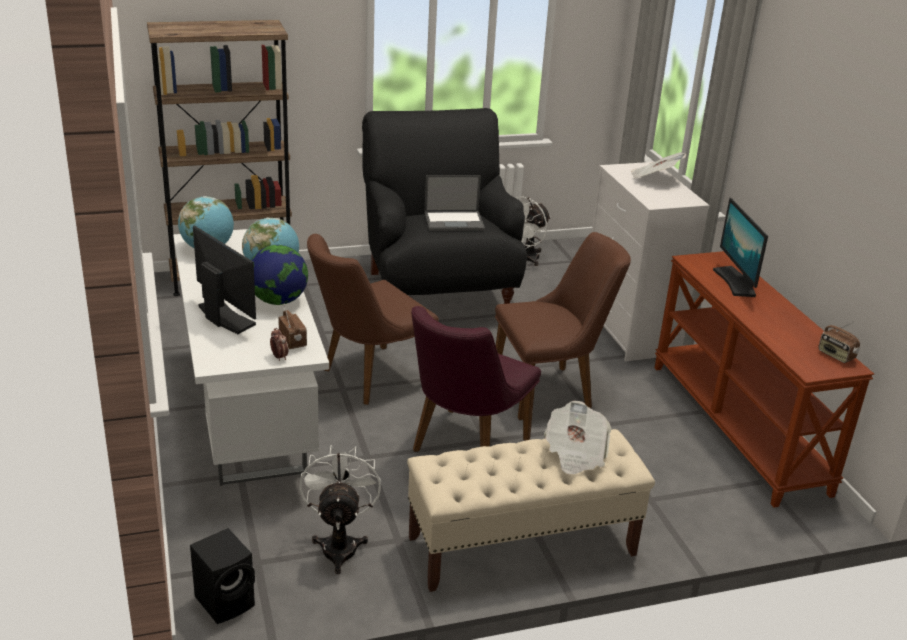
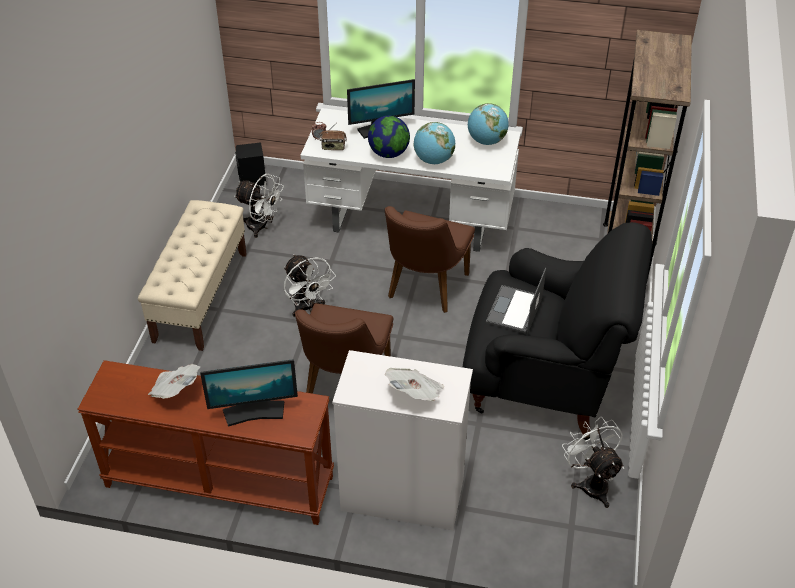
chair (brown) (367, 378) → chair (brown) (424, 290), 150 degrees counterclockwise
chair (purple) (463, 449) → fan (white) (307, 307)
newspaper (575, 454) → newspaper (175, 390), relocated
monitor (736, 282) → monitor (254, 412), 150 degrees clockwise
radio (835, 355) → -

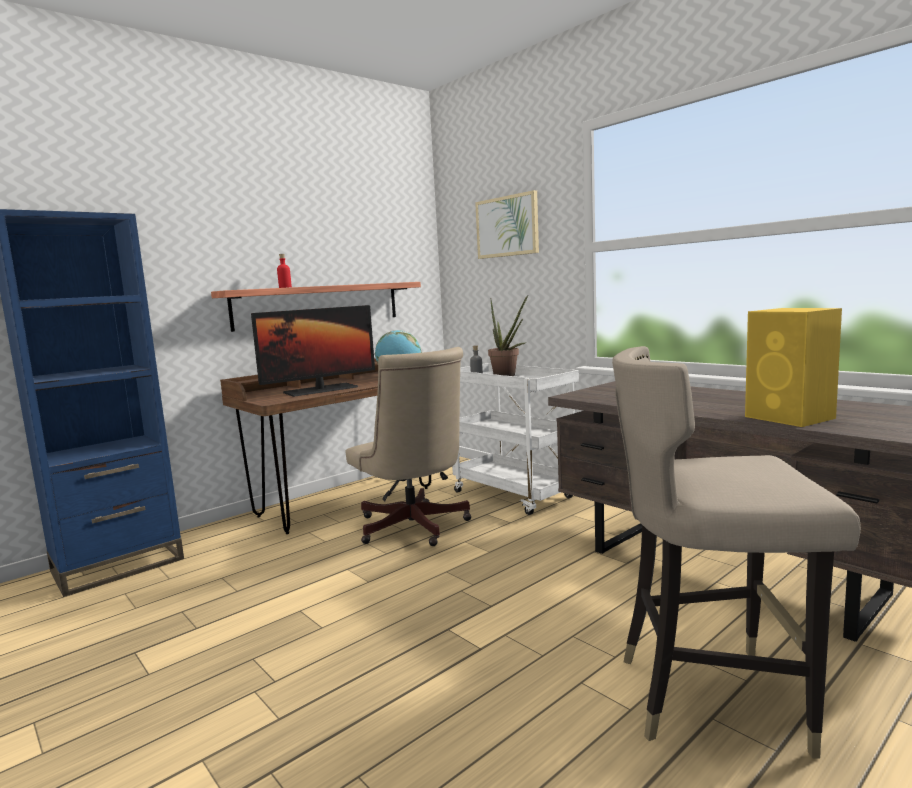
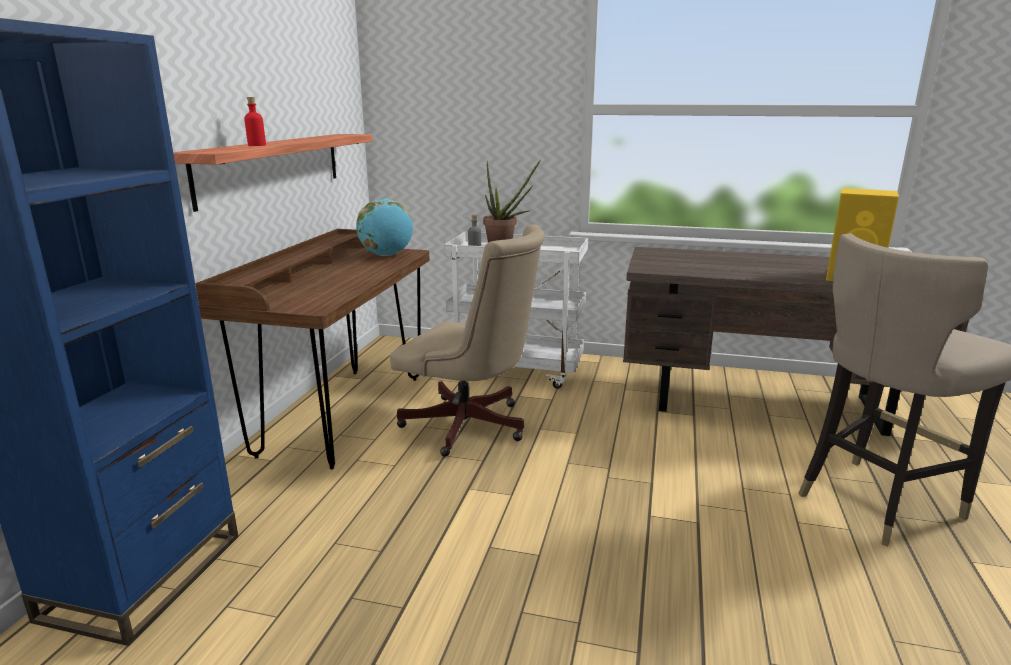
monitor (321, 390) → -
picture (507, 226) → -

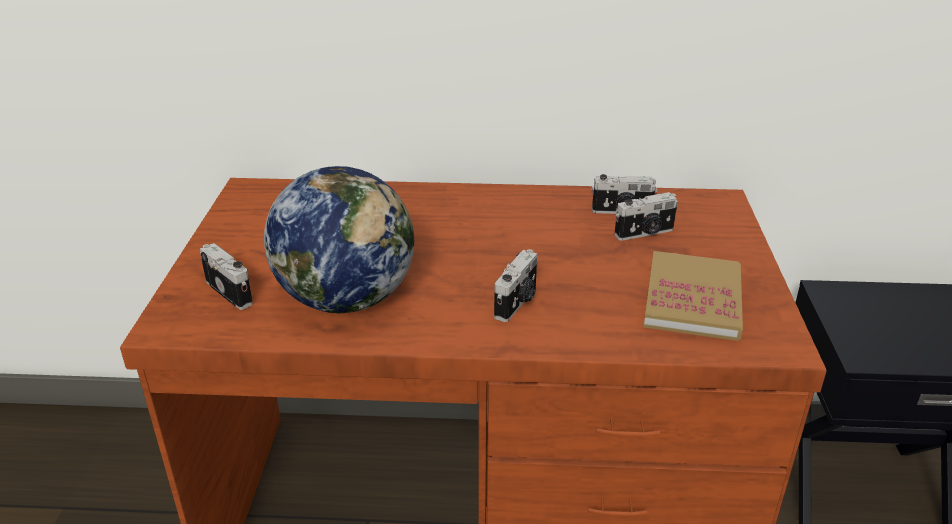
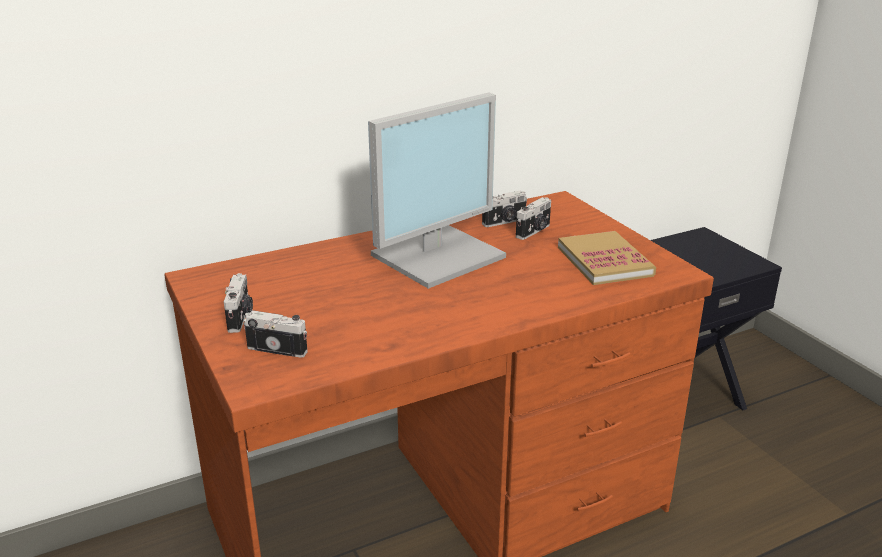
globe (347, 299) → -
photo camera (517, 302) → photo camera (240, 317), relocated
- → monitor (438, 255)

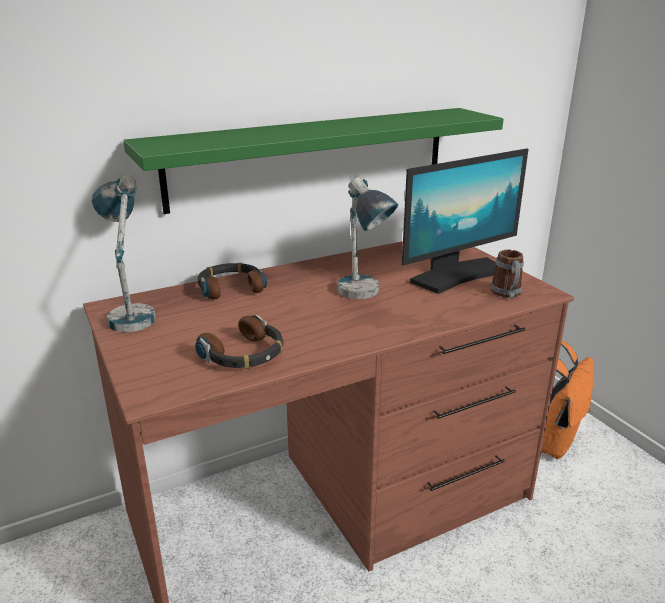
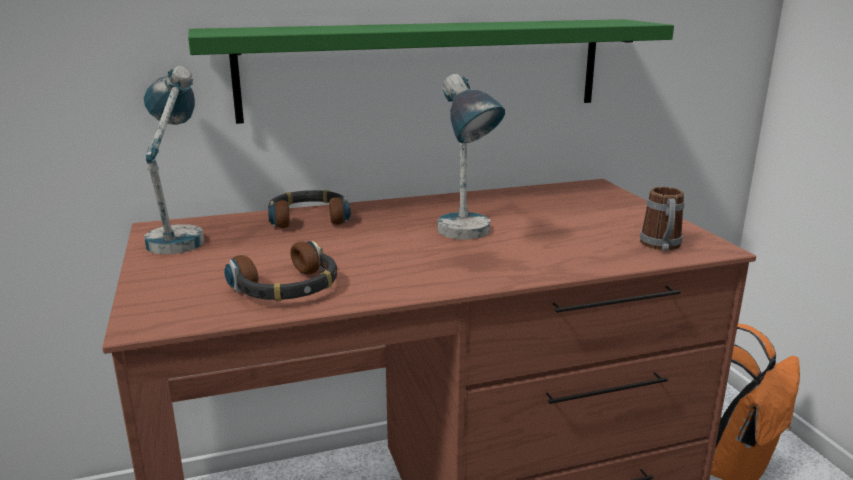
monitor (457, 275) → -

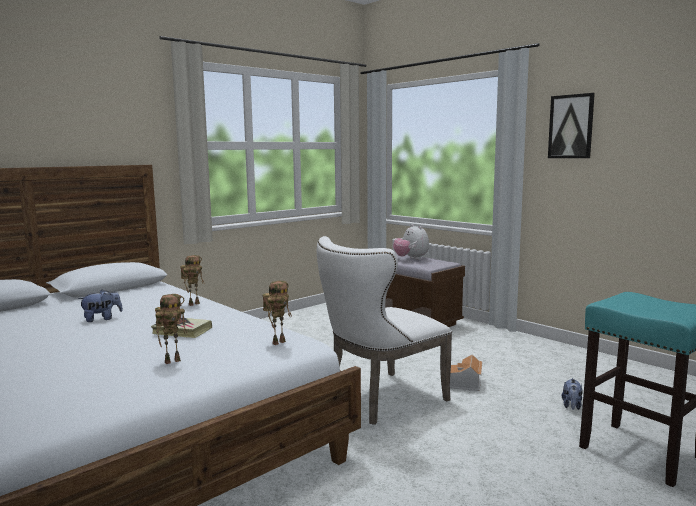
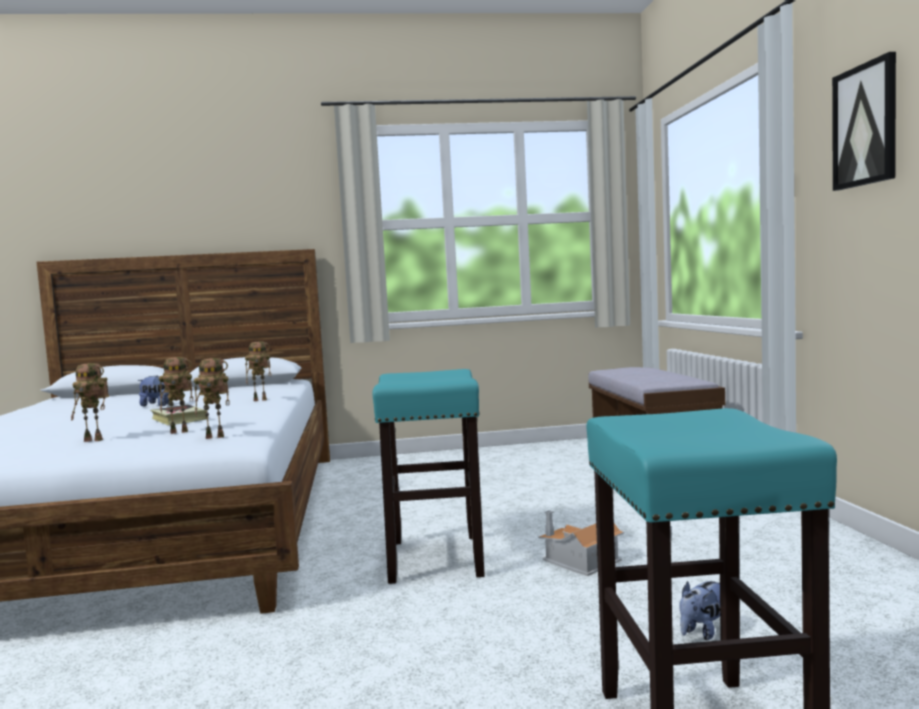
chair (white) (380, 400) → stool (turquoise) (435, 557)
plush toy (411, 259) → -
- → toy robot (180, 431)

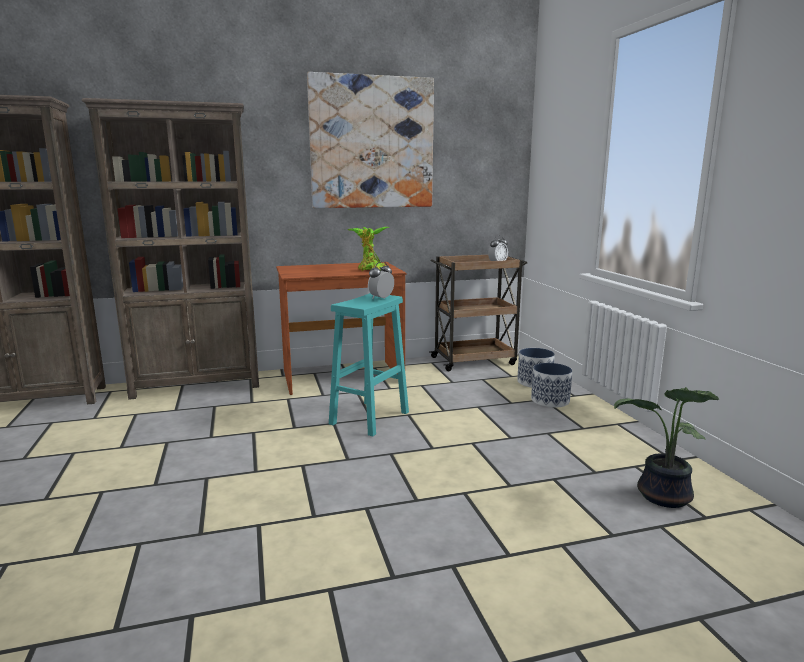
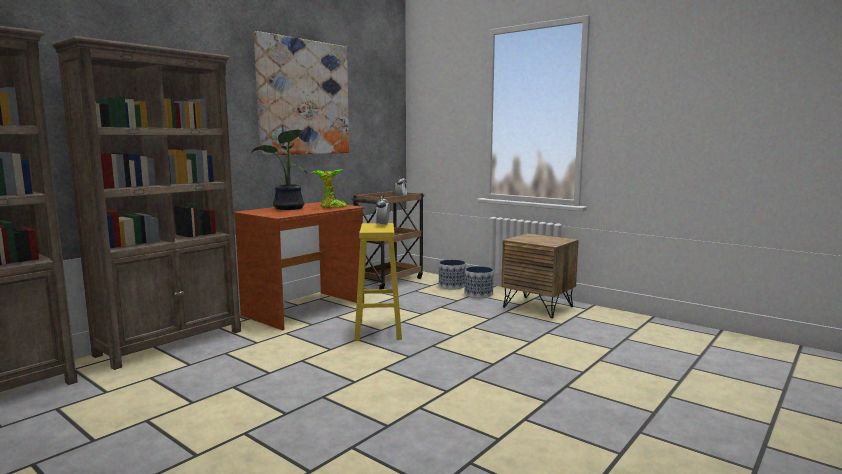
stool (turquoise) (369, 418) → stool (yellow) (378, 330)
potted plant (662, 497) → potted plant (288, 208), relocated
- → nightstand (brown) (538, 307)

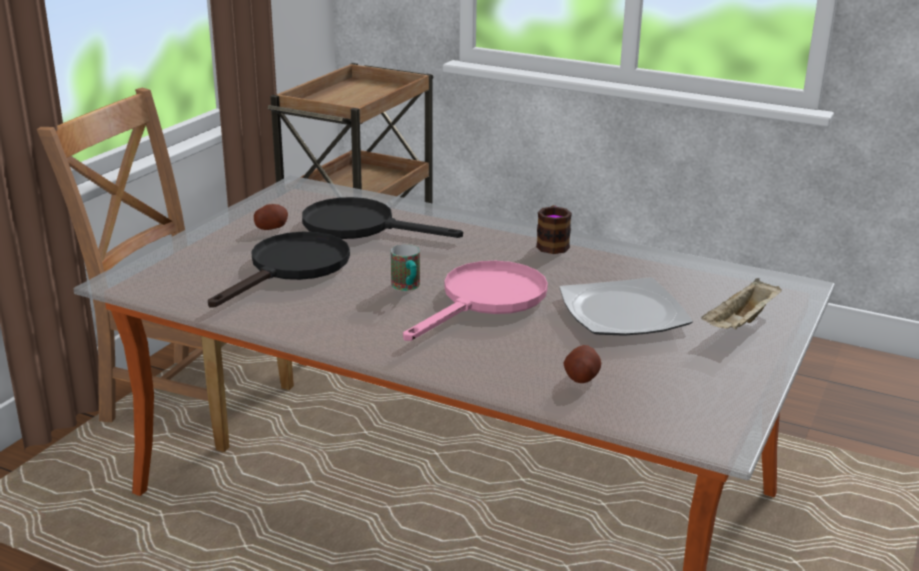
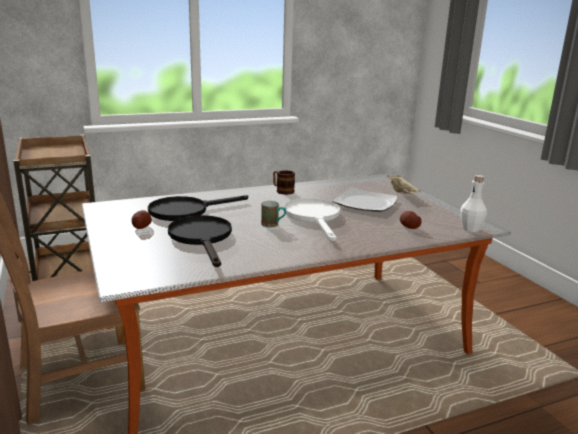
frying pan (pink) (486, 300) → frying pan (white) (314, 217)
- → bottle (white) (470, 229)

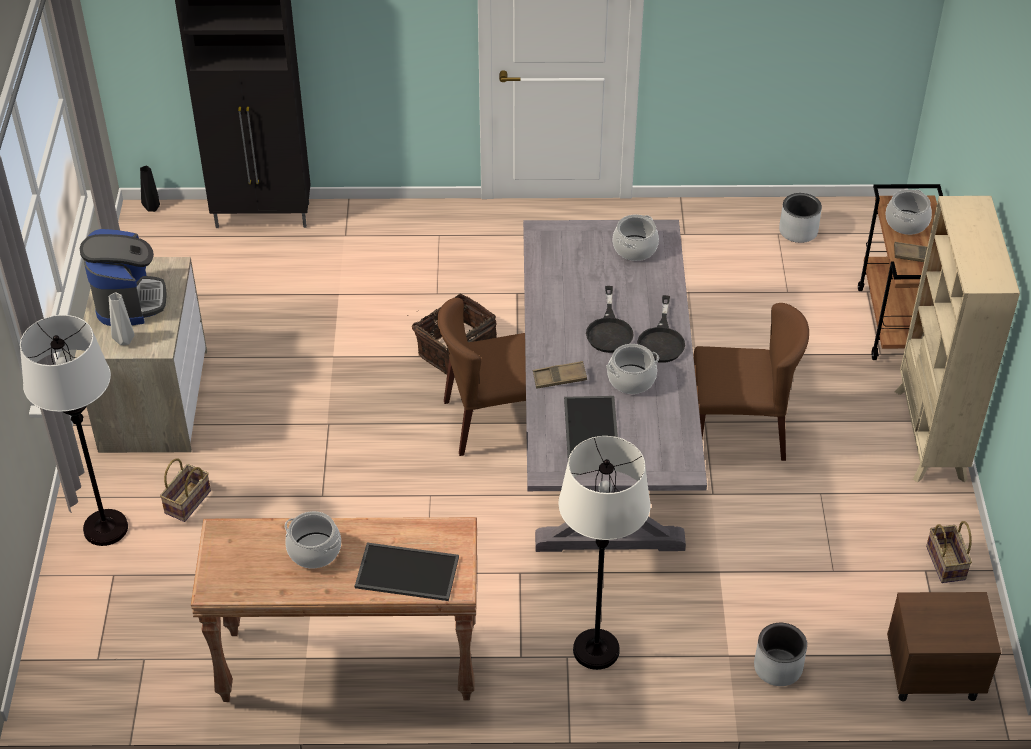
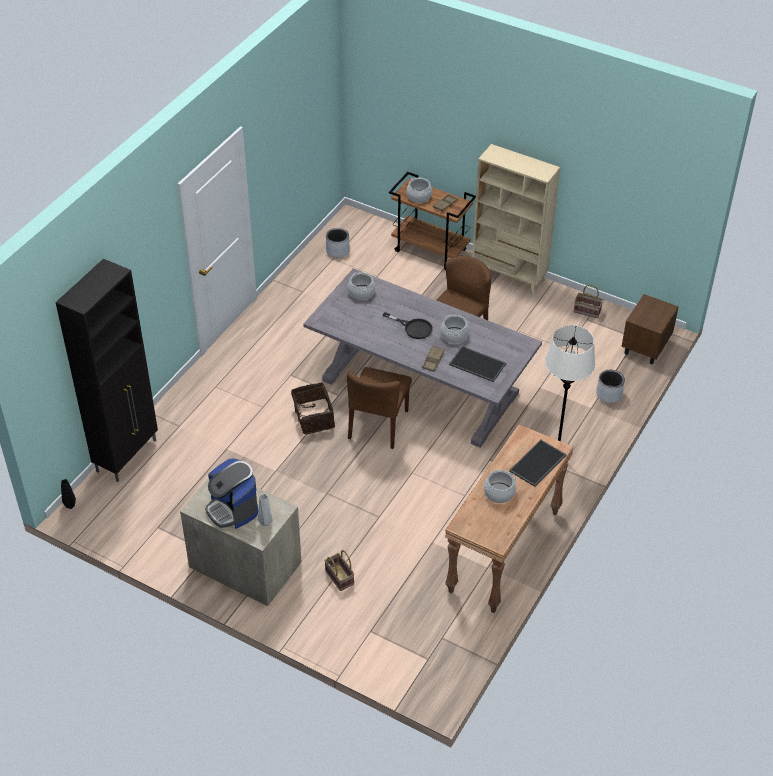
floor lamp (white) (105, 528) → -
coffee machine (129, 301) → coffee machine (232, 509), 150 degrees counterclockwise
frying pan (black) (661, 340) → -

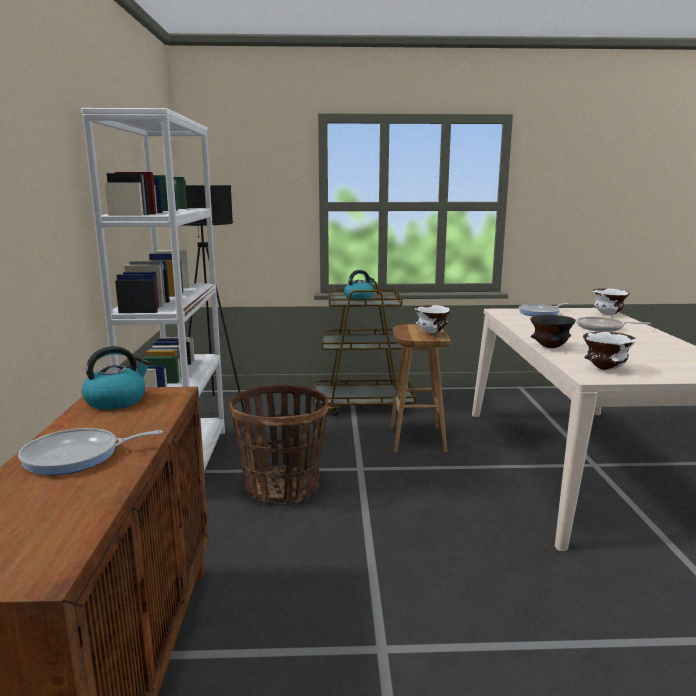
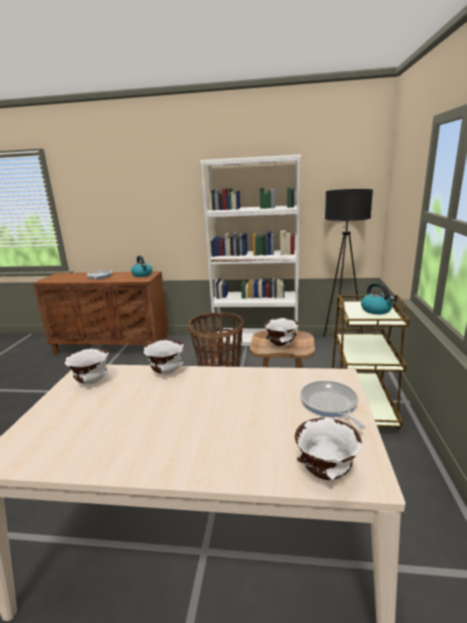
bowl (black) (549, 348) → bowl (white) (167, 372)
frying pan (603, 328) → -

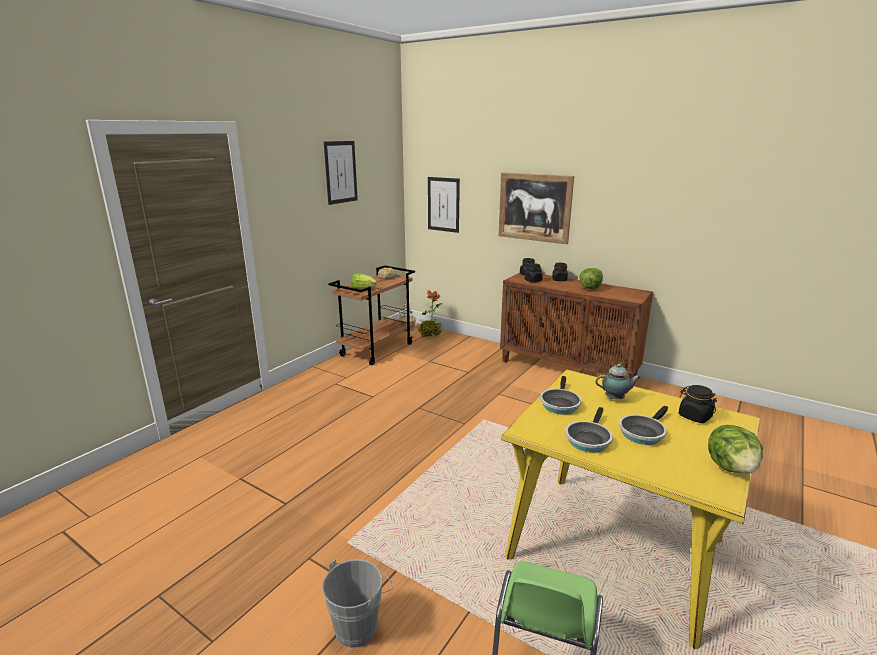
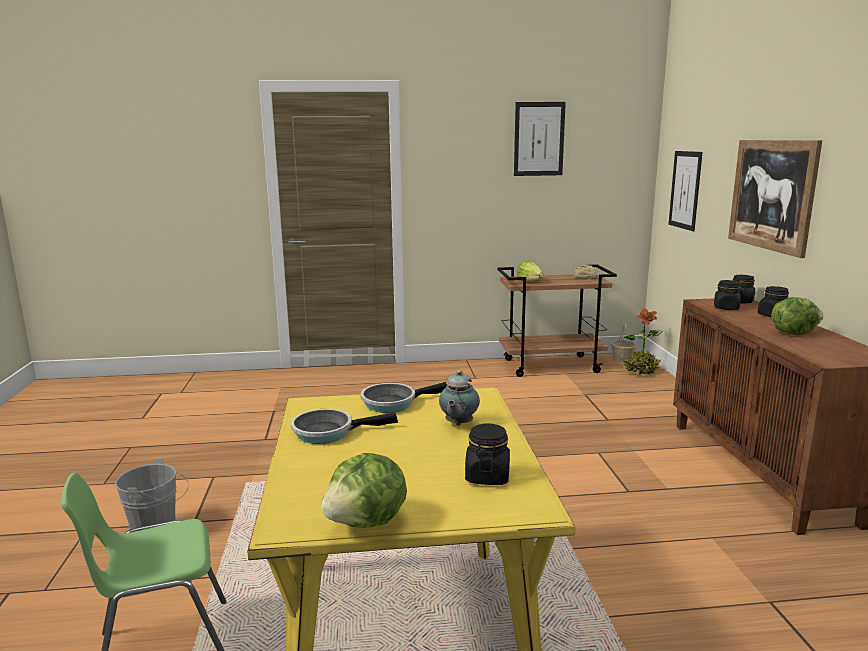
teapot (615, 398) → teapot (458, 424), 60 degrees clockwise
frying pan (642, 432) → -

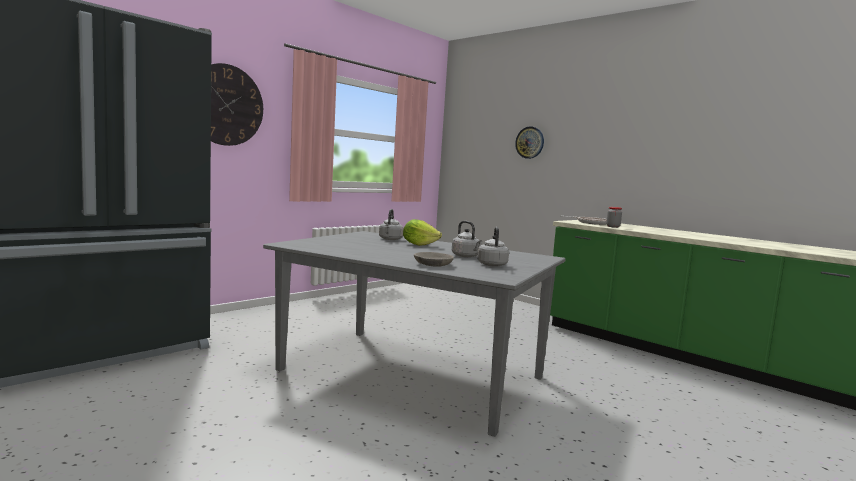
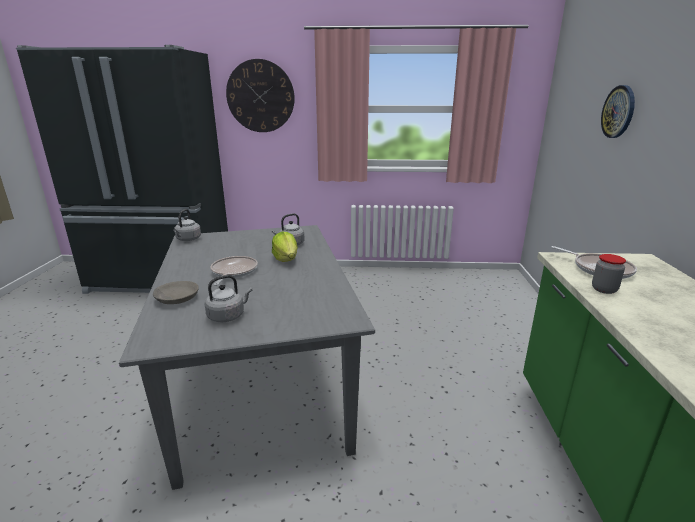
kettle (grey) (466, 256) → kettle (grey) (188, 239), relocated
- → frying pan (233, 272)

